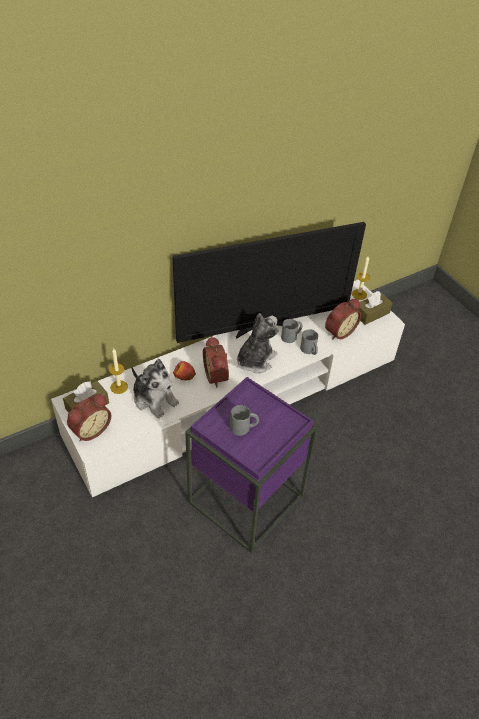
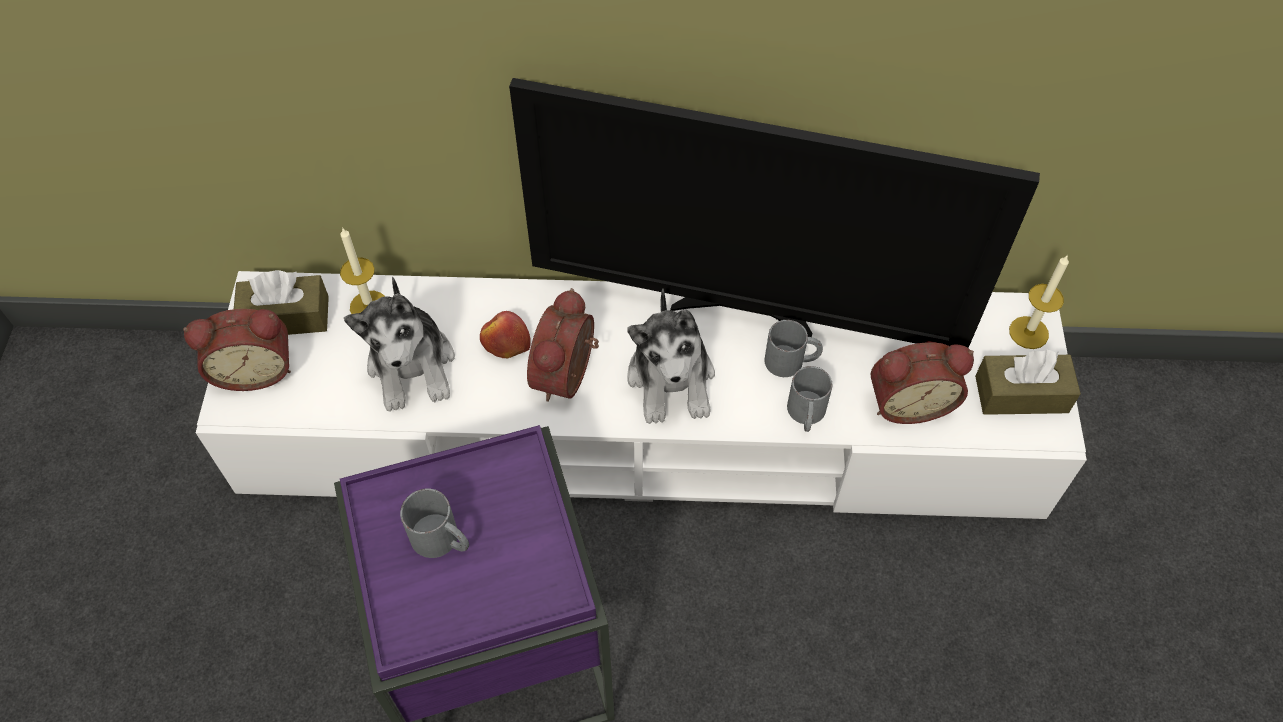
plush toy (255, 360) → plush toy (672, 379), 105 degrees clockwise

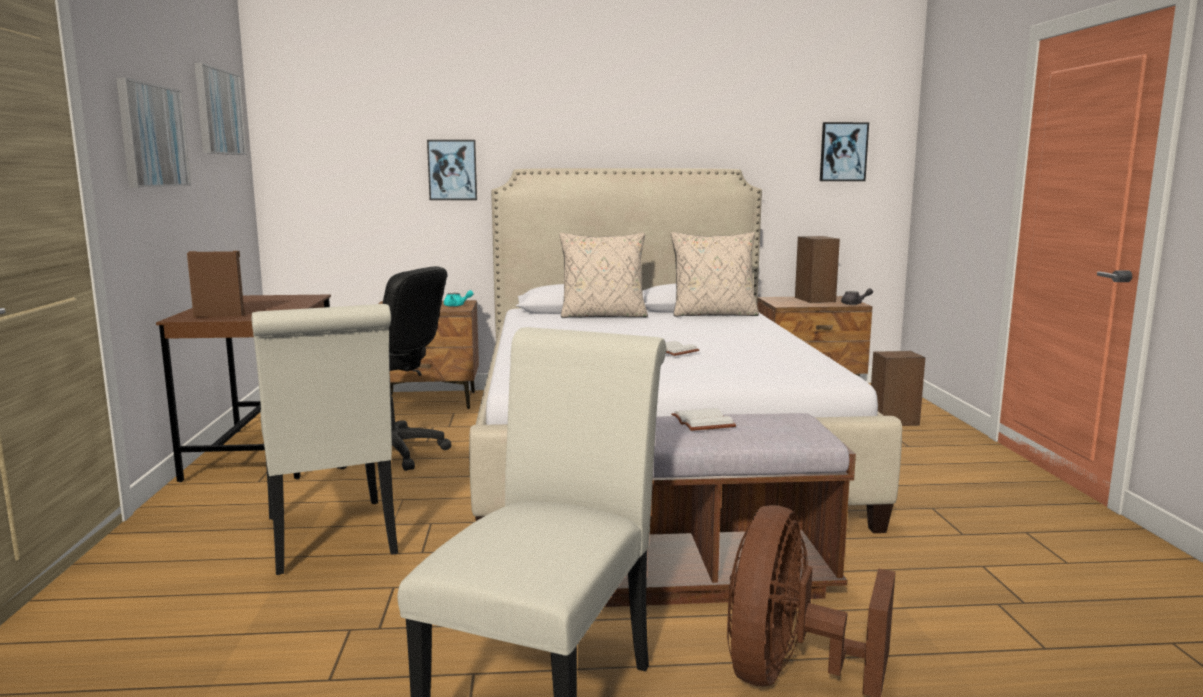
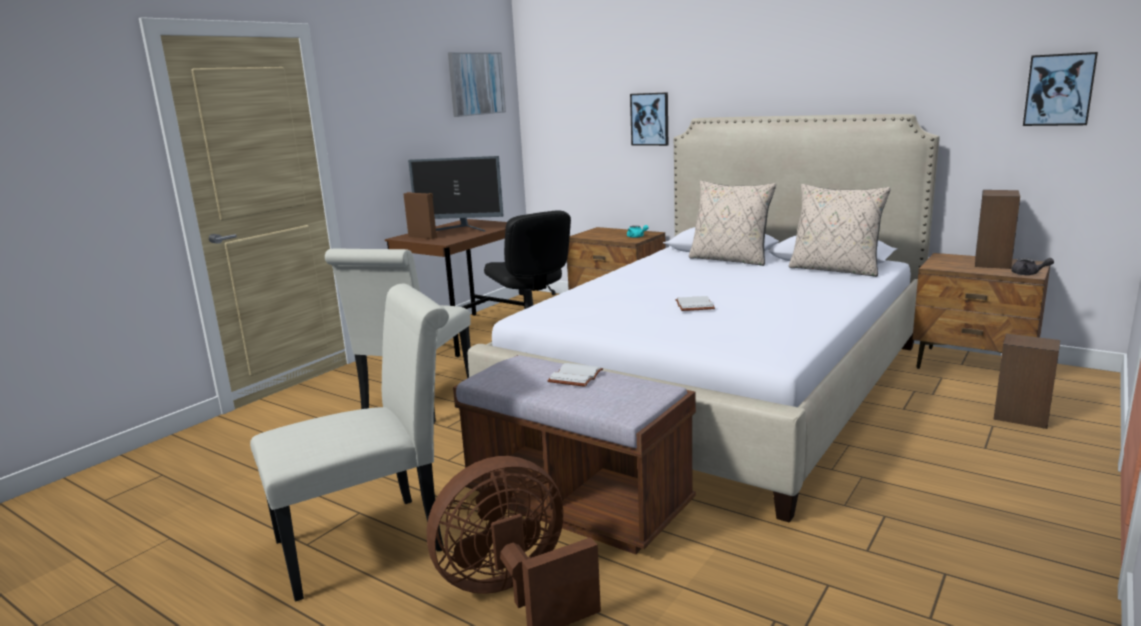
picture (152, 136) → -
- → monitor (461, 229)

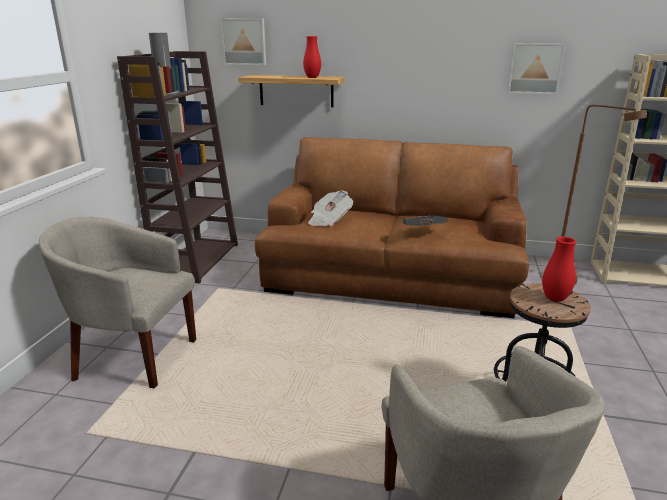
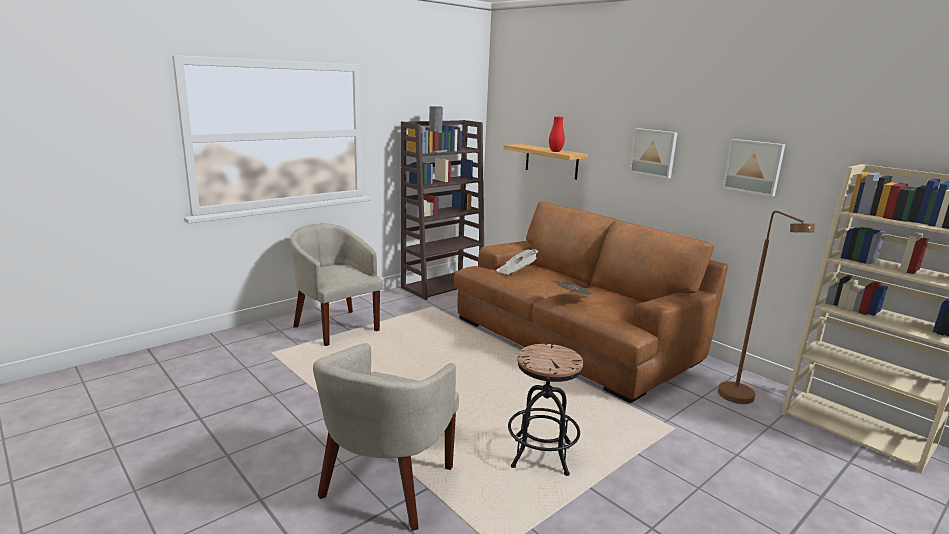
picture (244, 41) → picture (654, 152), relocated
vase (red) (554, 299) → -

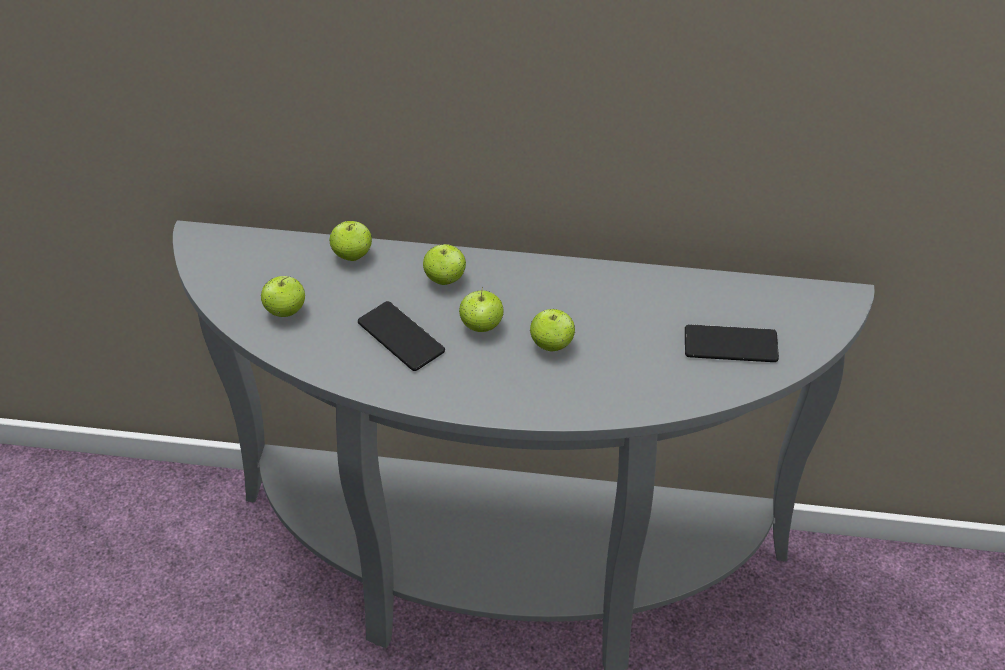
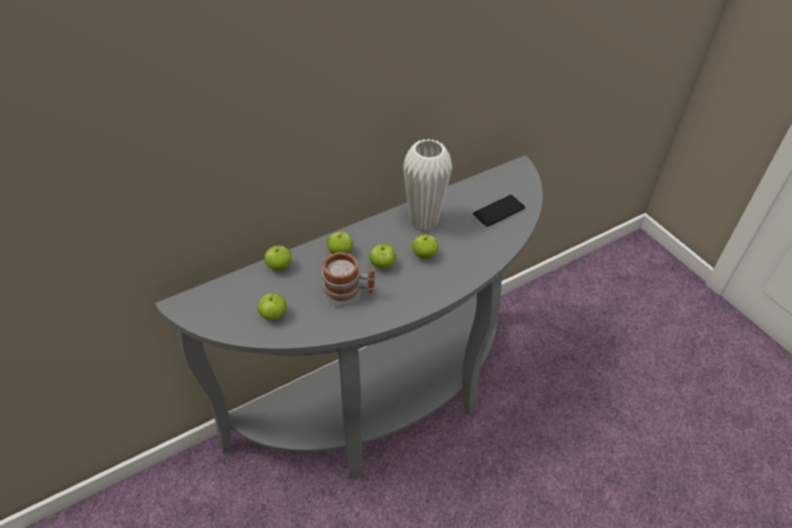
phone (401, 337) → mug (349, 293)
- → vase (white) (424, 221)

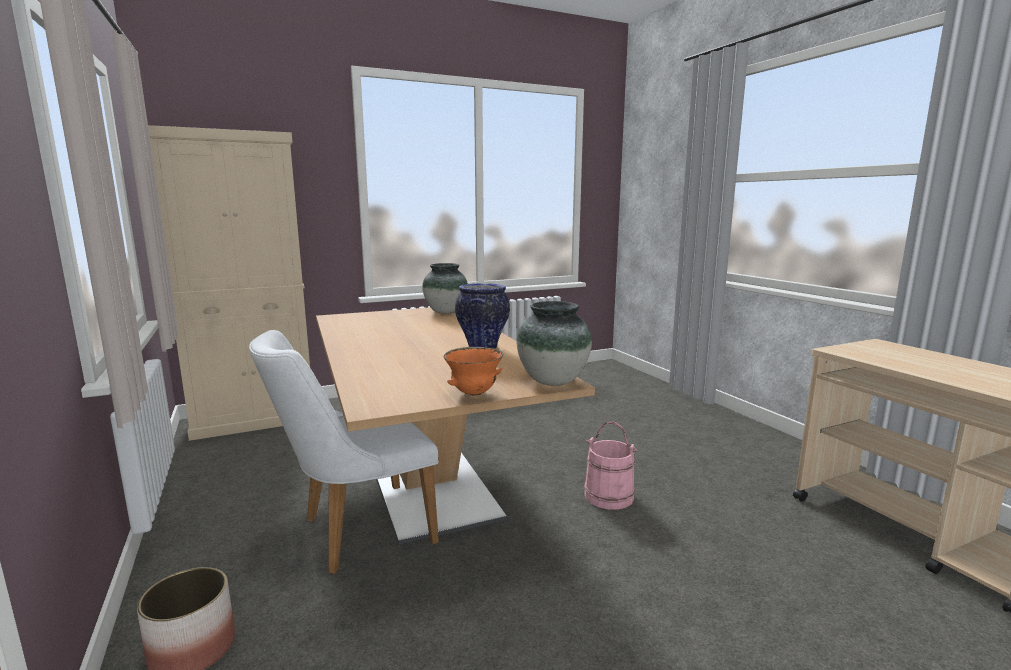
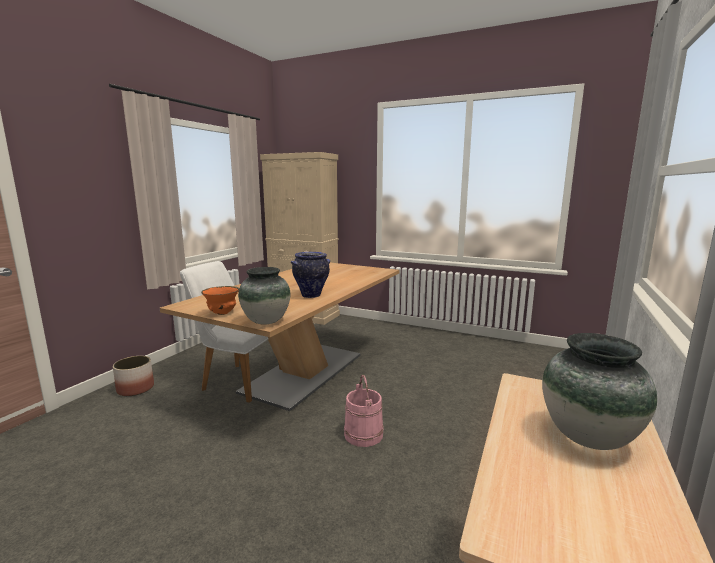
vase (445, 312) → vase (588, 437), relocated

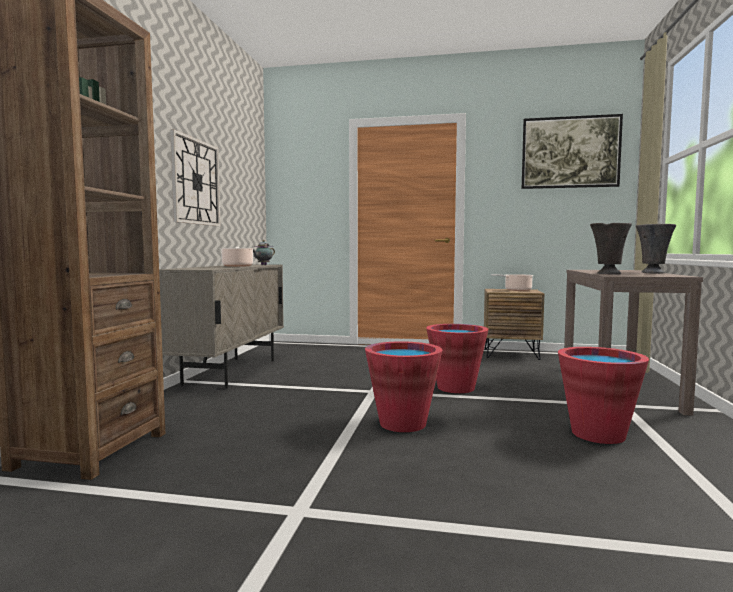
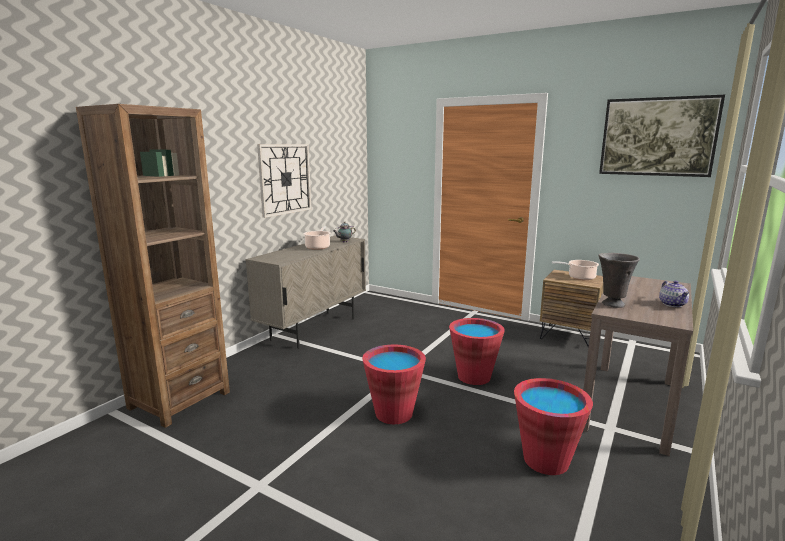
vase (grey) (653, 273) → teapot (672, 304)

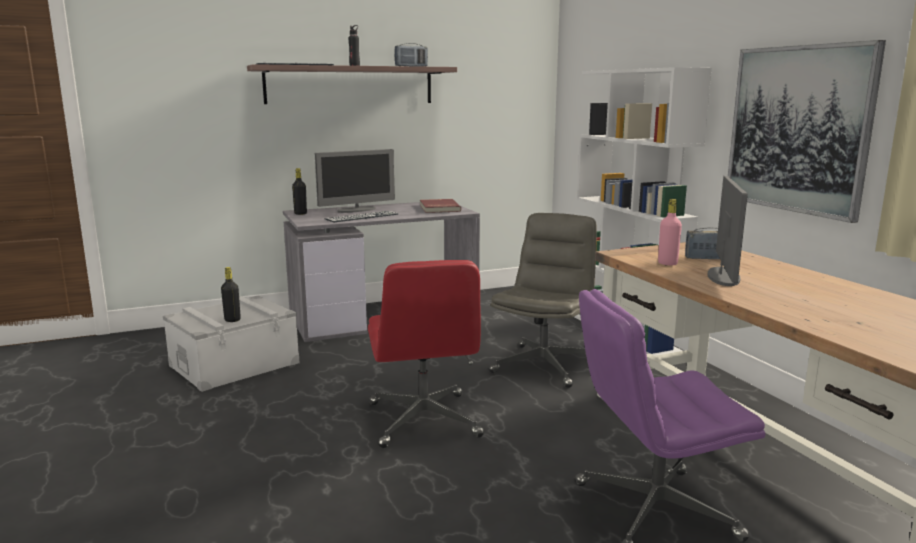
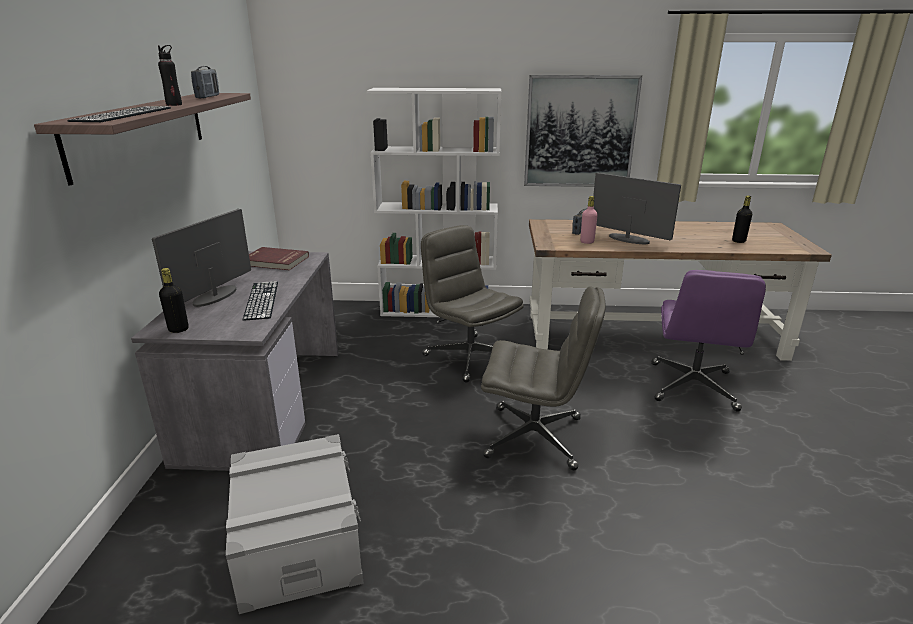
bottle (black) (232, 320) → bottle (black) (738, 241), relocated
monitor (357, 210) → monitor (214, 296), 150 degrees counterclockwise
office chair (red) (424, 421) → office chair (grey) (535, 437)

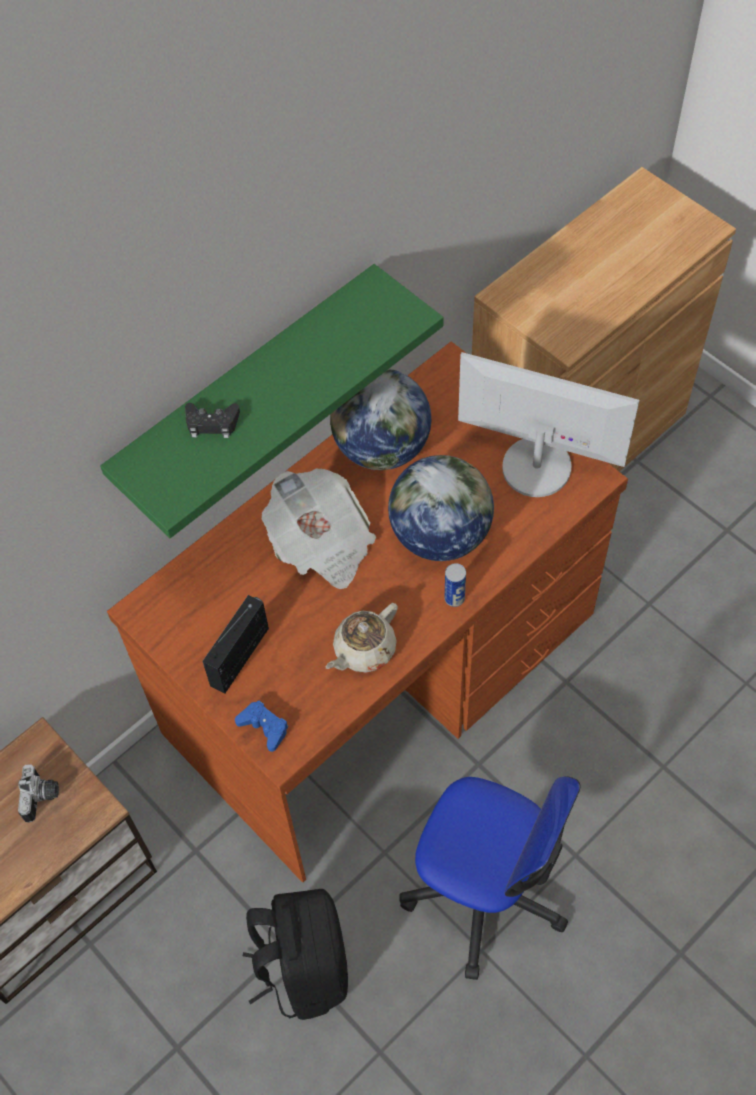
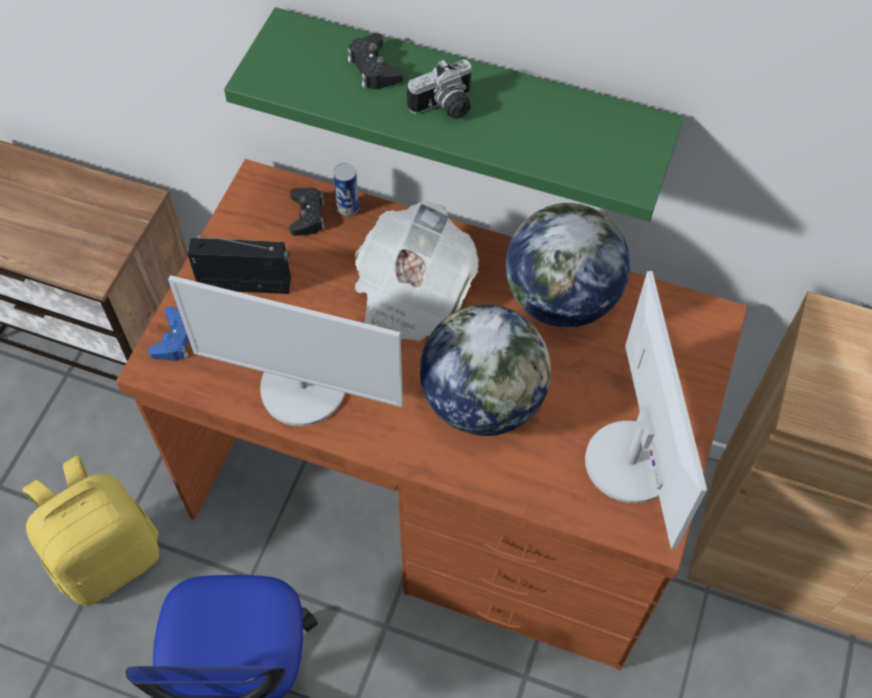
photo camera (42, 797) → photo camera (445, 108), relocated
backpack (black) (303, 967) → backpack (yellow) (108, 557)
teapot (beige) (363, 650) → monitor (303, 388)
can (454, 598) → can (348, 208), relocated
- → game controller (black) (307, 215)

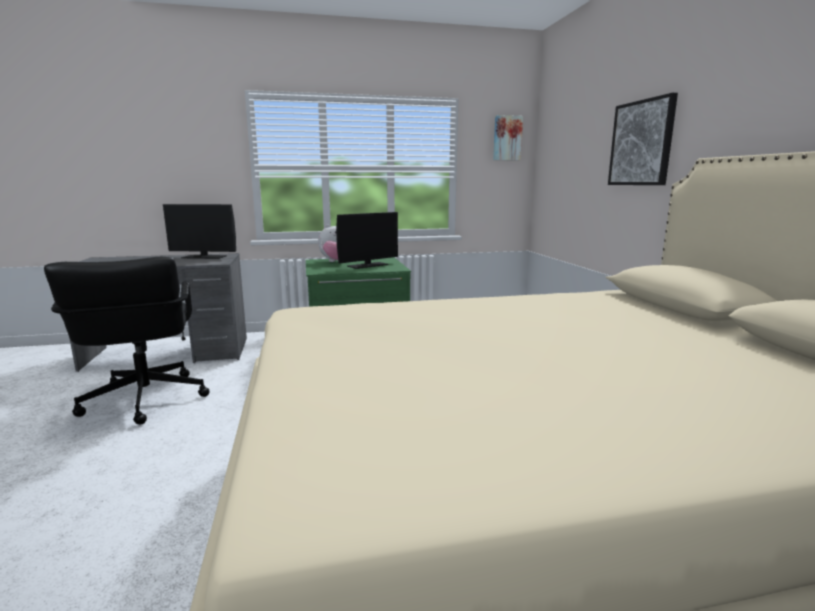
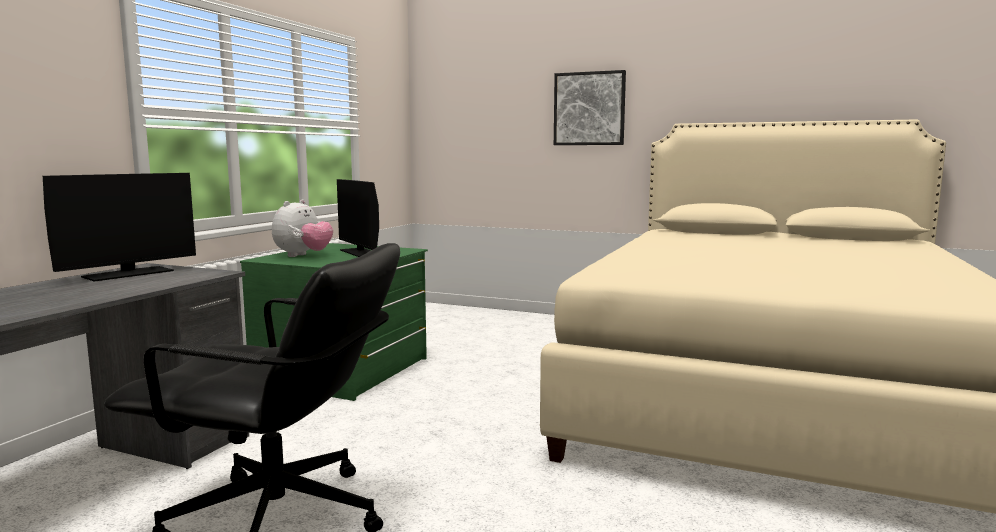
monitor (368, 265) → monitor (360, 252), 150 degrees clockwise
picture (507, 138) → -

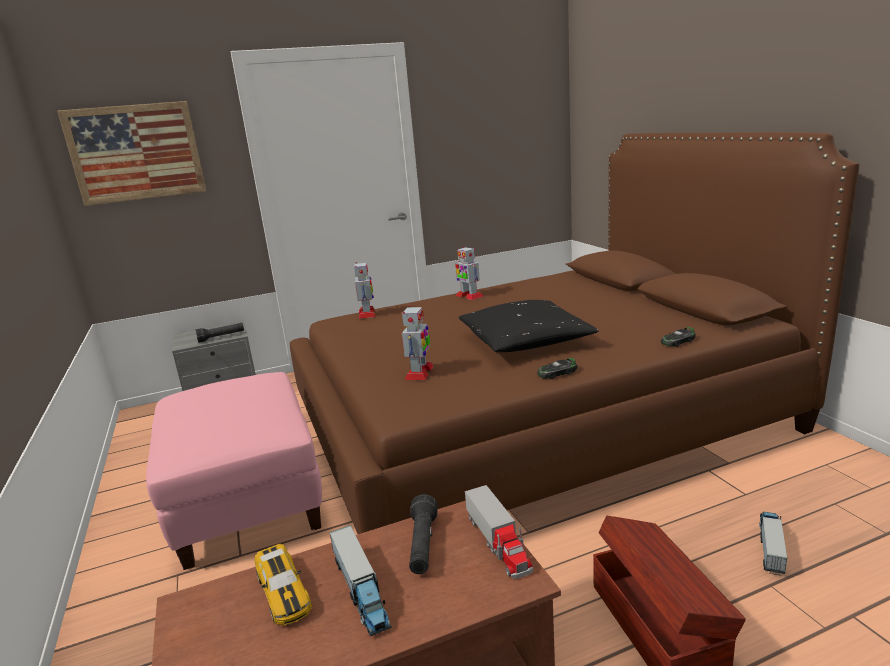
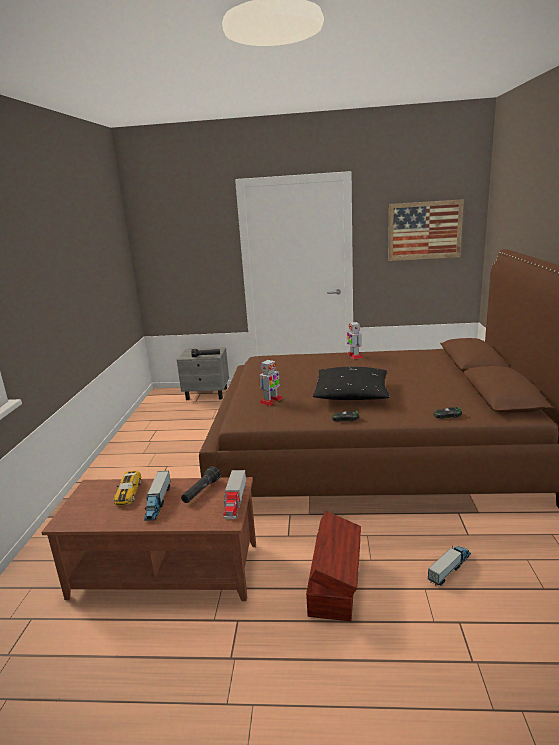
picture (136, 153) → picture (424, 230), relocated
ottoman (pink) (247, 501) → -
toy robot (367, 313) → -

